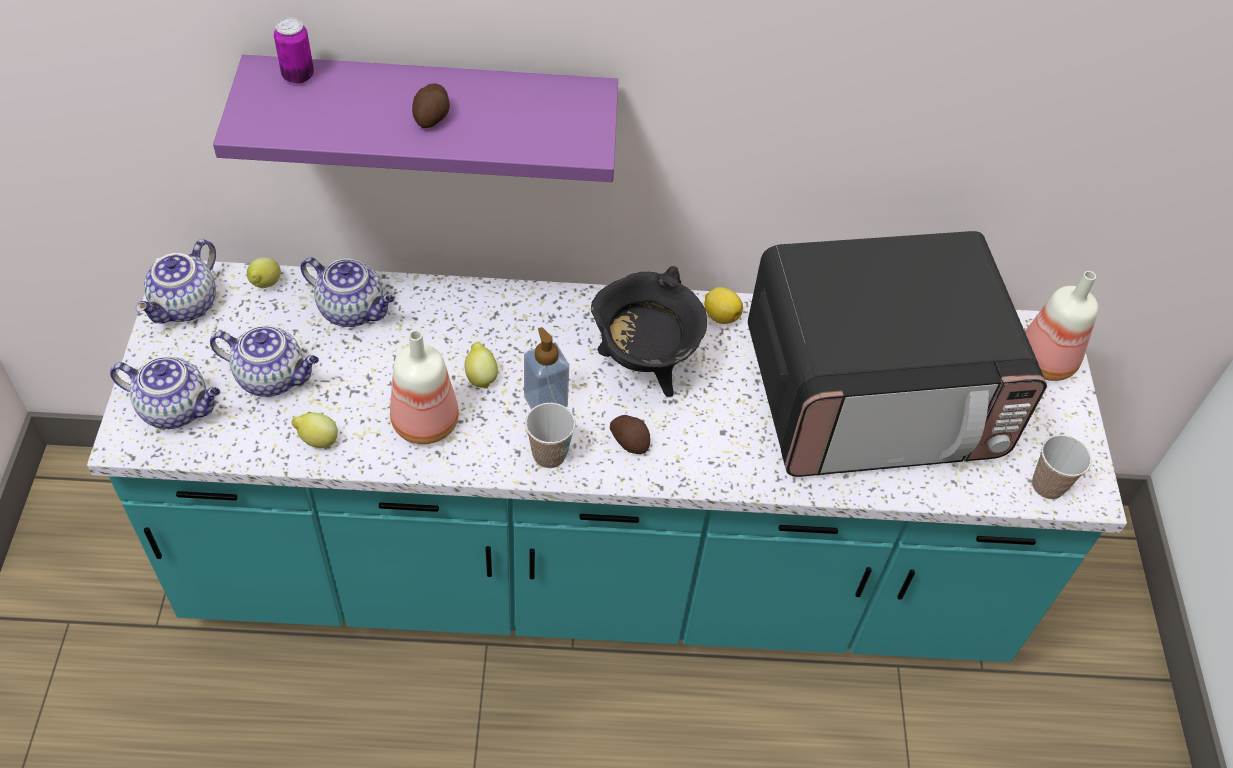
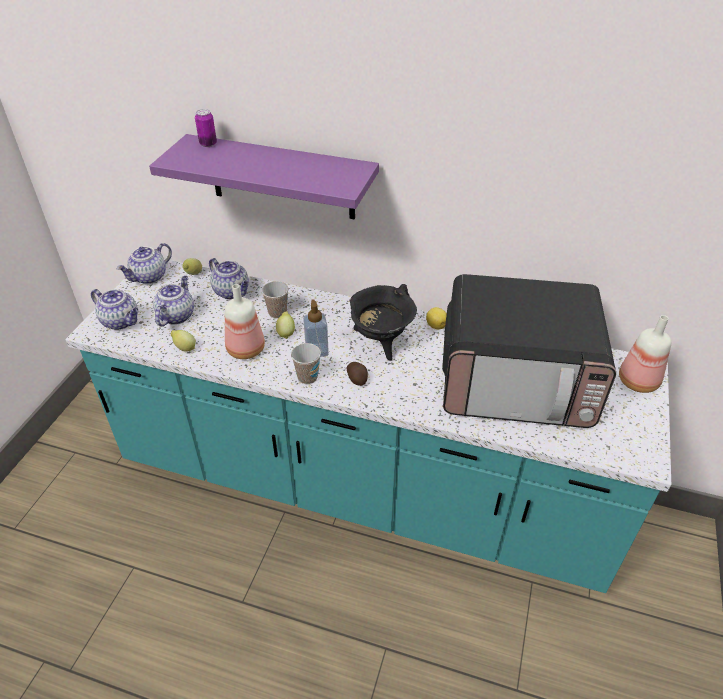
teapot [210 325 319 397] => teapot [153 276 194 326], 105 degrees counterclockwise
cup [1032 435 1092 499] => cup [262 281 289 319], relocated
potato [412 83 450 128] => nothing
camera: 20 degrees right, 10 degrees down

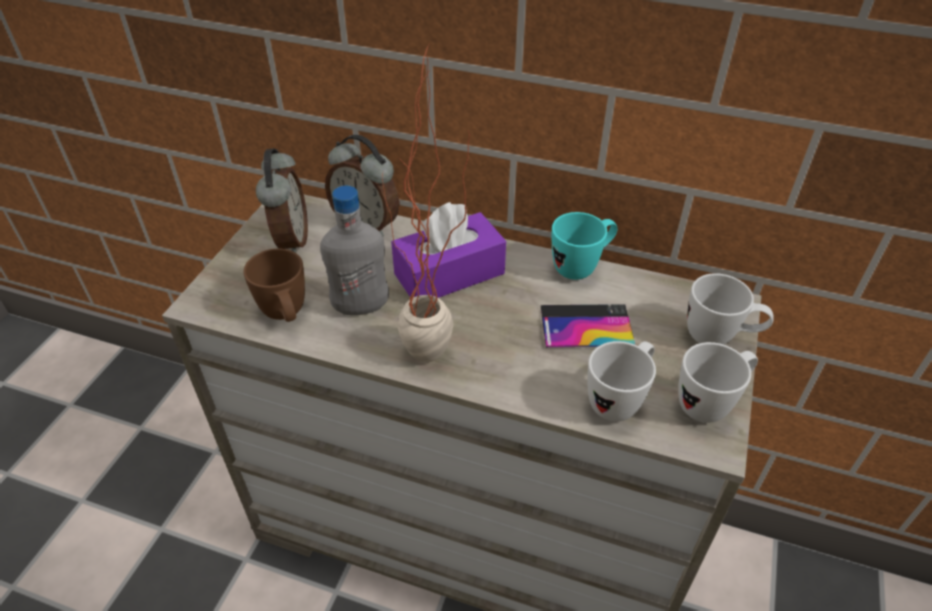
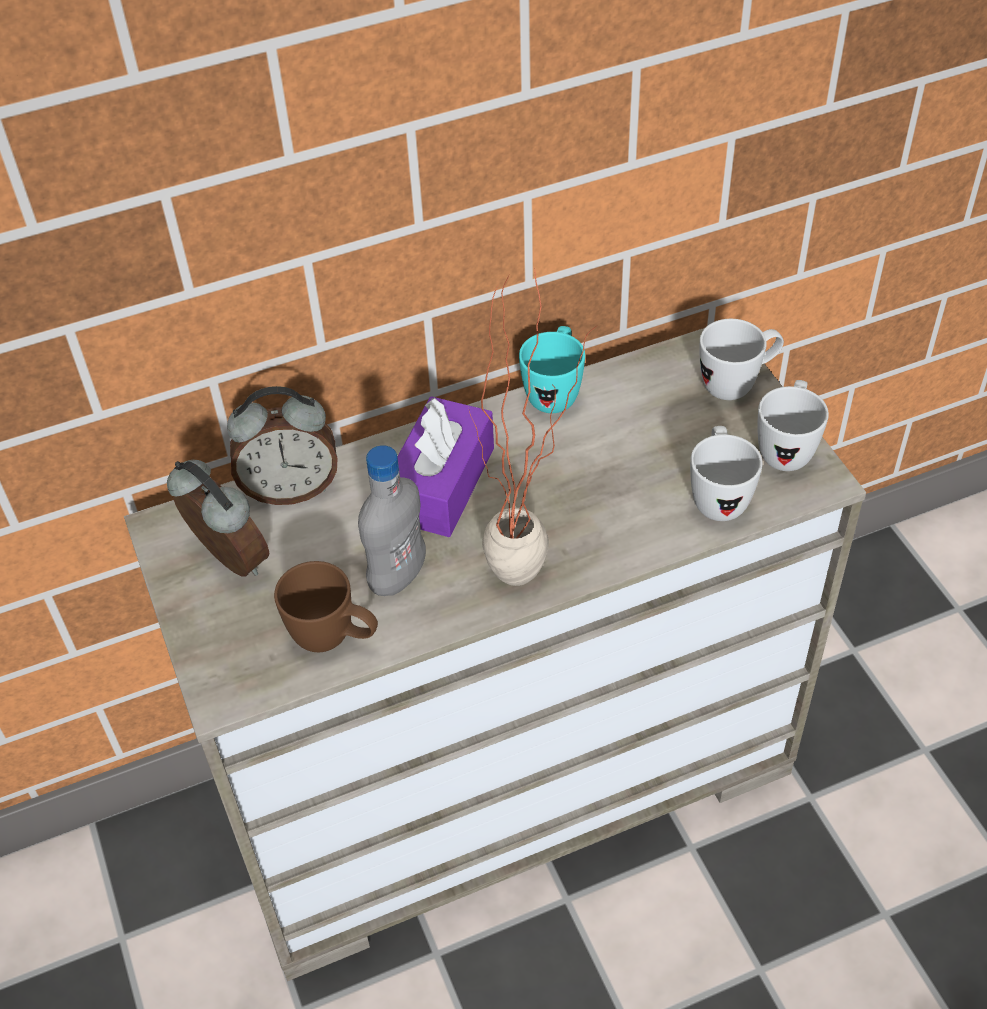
phone [541 304 635 347] => nothing
camera: 40 degrees left, 5 degrees up

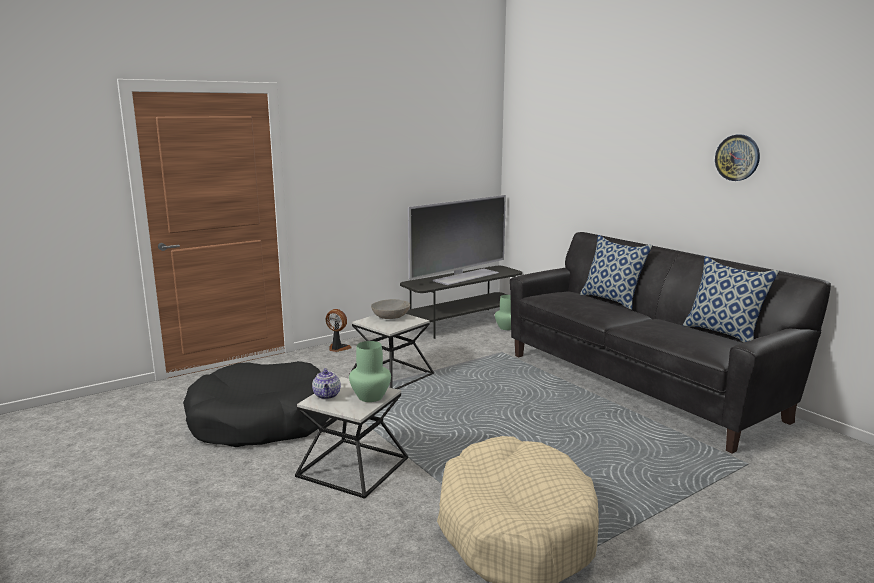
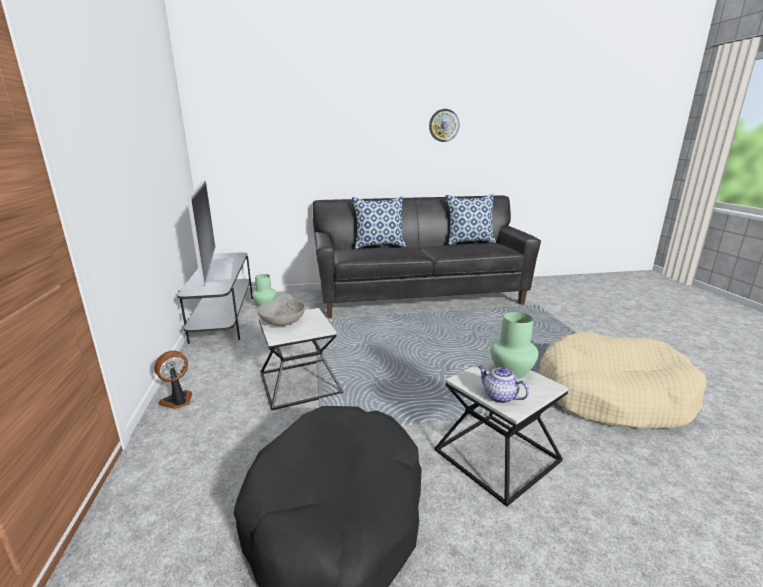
teapot [312 368 341 399] => teapot [478 365 529 403], 150 degrees counterclockwise
camera: 65 degrees left, 5 degrees up

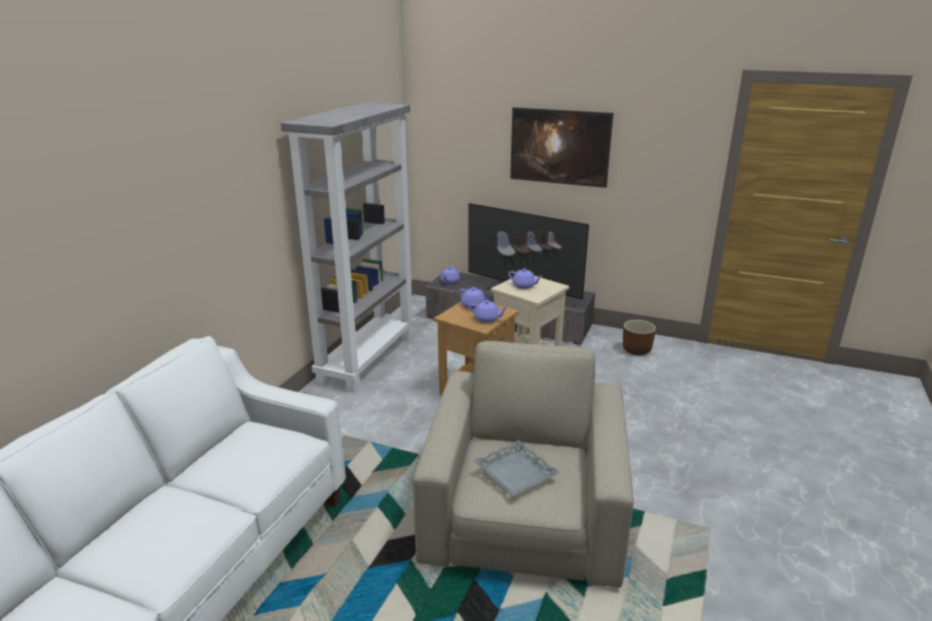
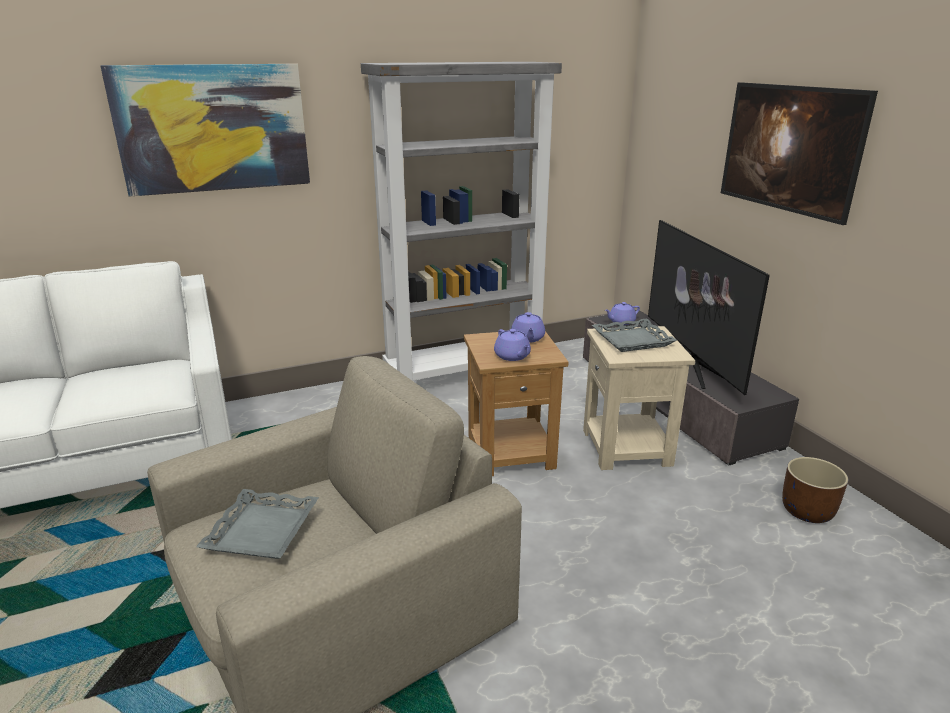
nothing => picture [100 64 310 197]
purple_teapot [508 269 543 289] => grey_tray [592 318 677 352]
camera: 45 degrees right, 0 degrees up

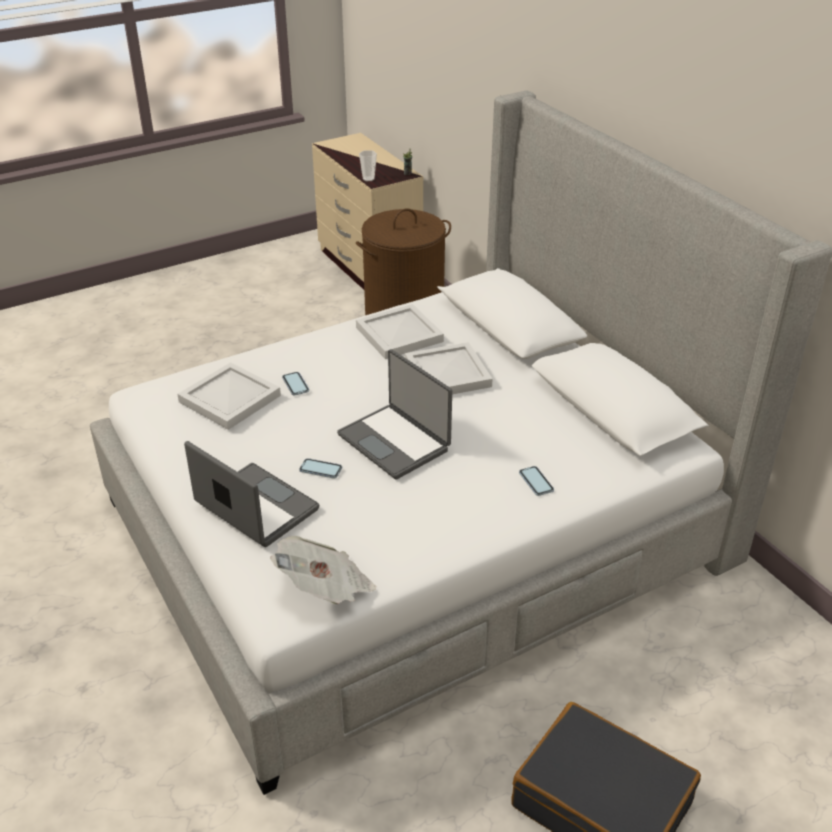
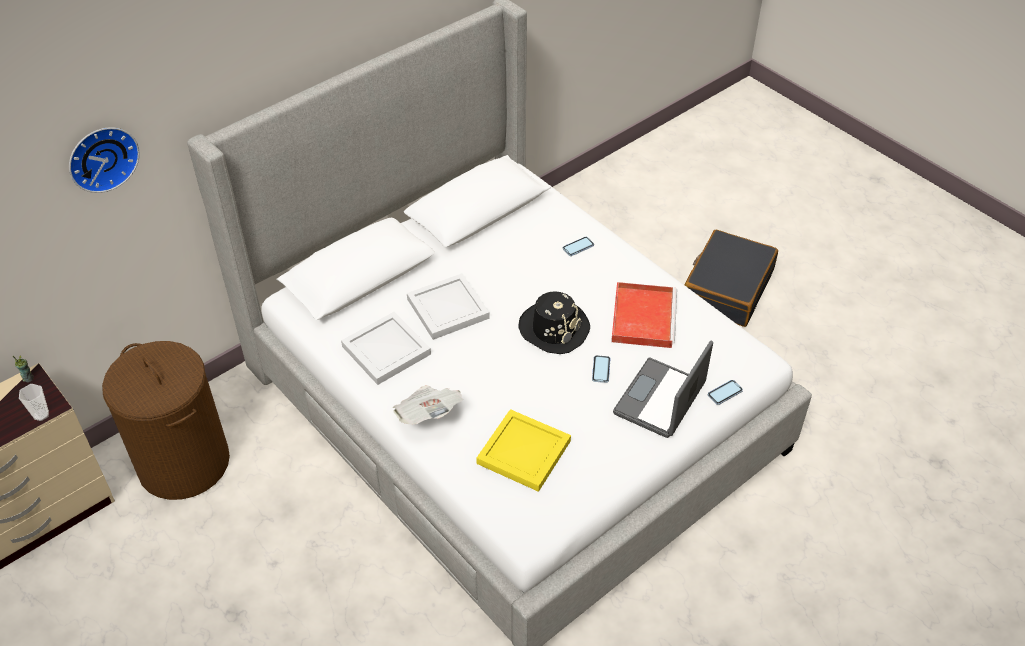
nothing => wall_clock [69 127 140 193]
newspaper [270 536 376 604] => newspaper [392 385 463 424], relocated
white_tray [177 362 281 430] => yellow_tray [476 409 571 492]
laptop [337 349 452 479] => black_hat [518 291 590 354]
nothing => red_tray [611 282 677 348]
phone [282 372 309 396] => phone [708 380 743 405], relocated
camera: 100 degrees left, 10 degrees up

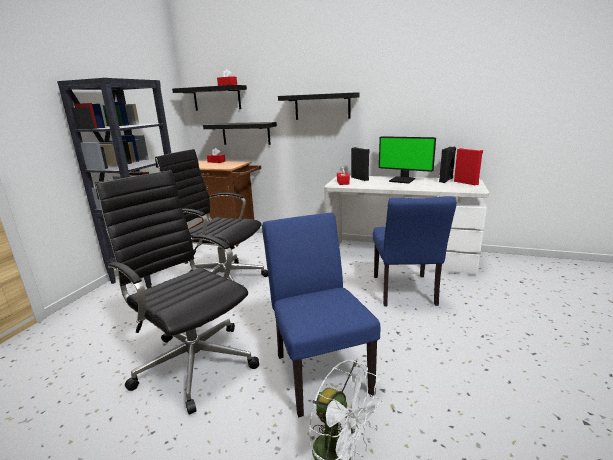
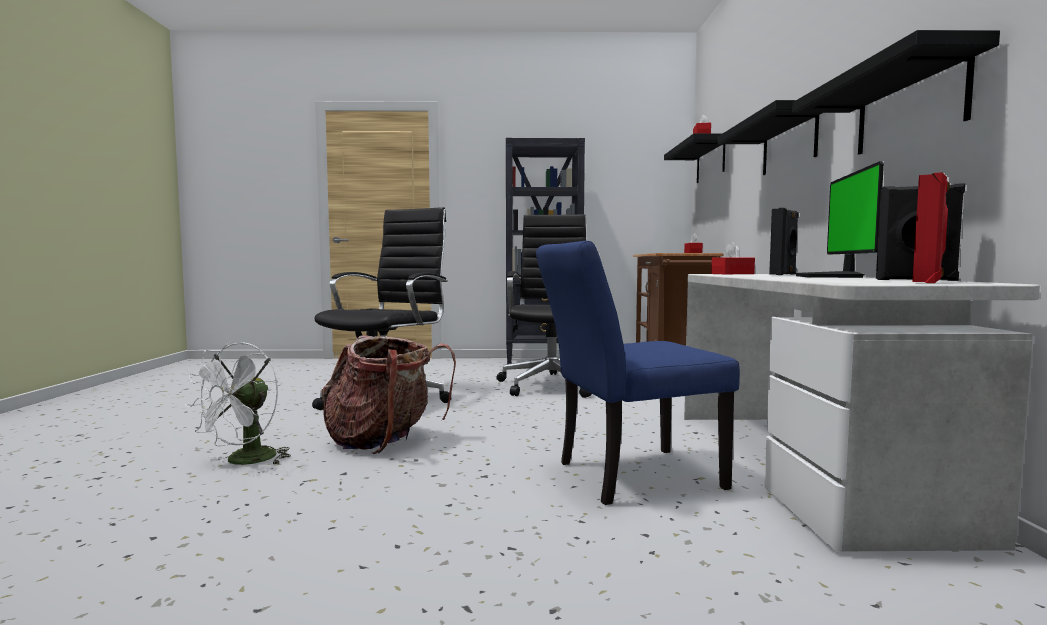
blue_chair [262 213 380 418] => backpack [322 335 456 454]
black_shelf [203 122 277 145] => black_shelf [792 30 1000 155], relocated
camera: 70 degrees right, 15 degrees down

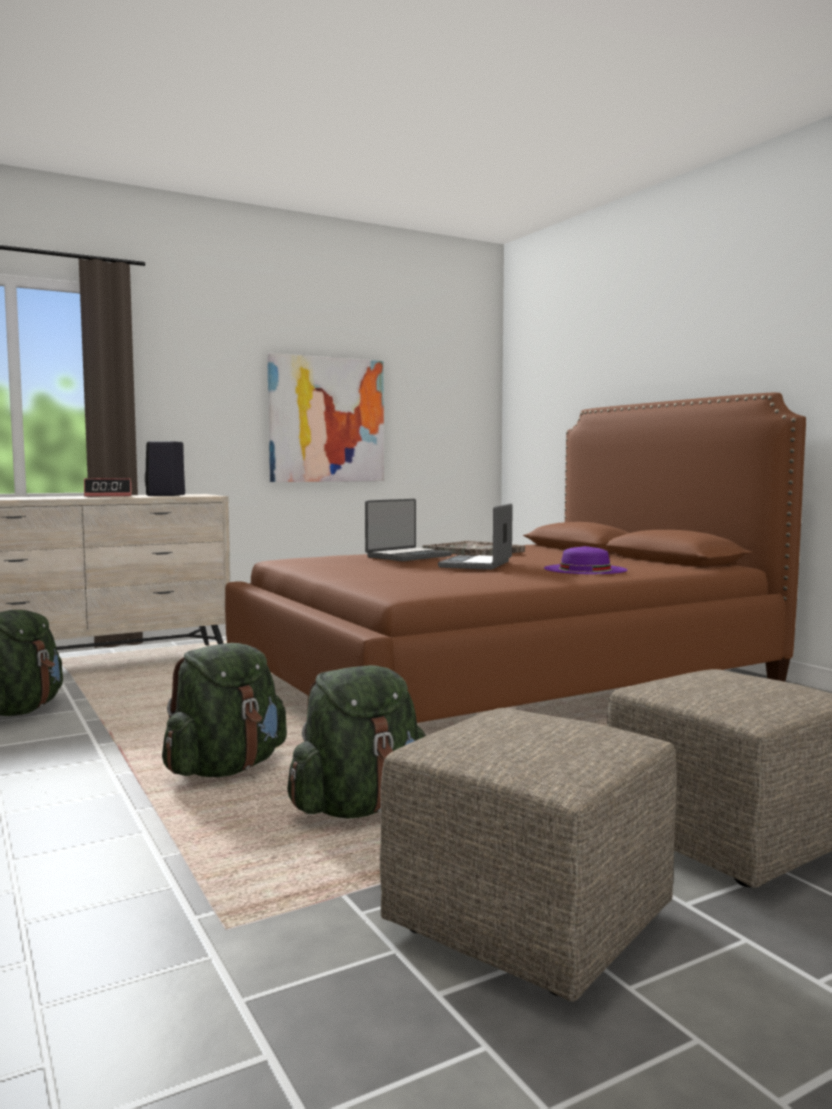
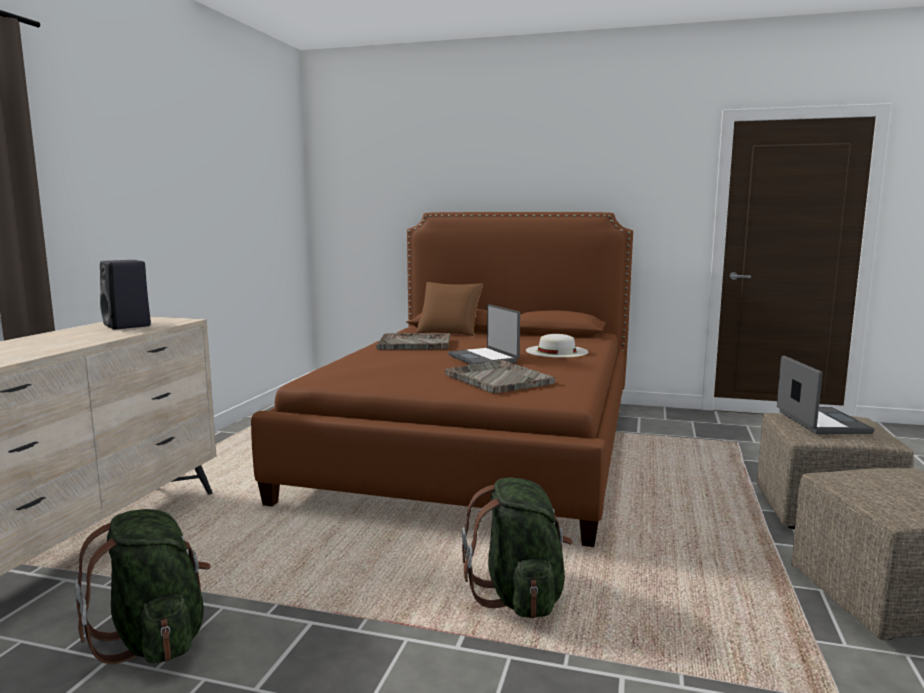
nothing => brown_pillow [416 282 483 336]
nothing => grey_tray [445 360 555 394]
purple_hat [544 546 627 574] => white_hat [526 334 588 358]
laptop [365 499 452 561] => laptop [777 356 874 434], relocated
alarm_clock [84 478 132 497] => nothing
picture [267 353 384 482] => nothing
green_backpack [287 665 426 818] => nothing
camera: 45 degrees left, 5 degrees up

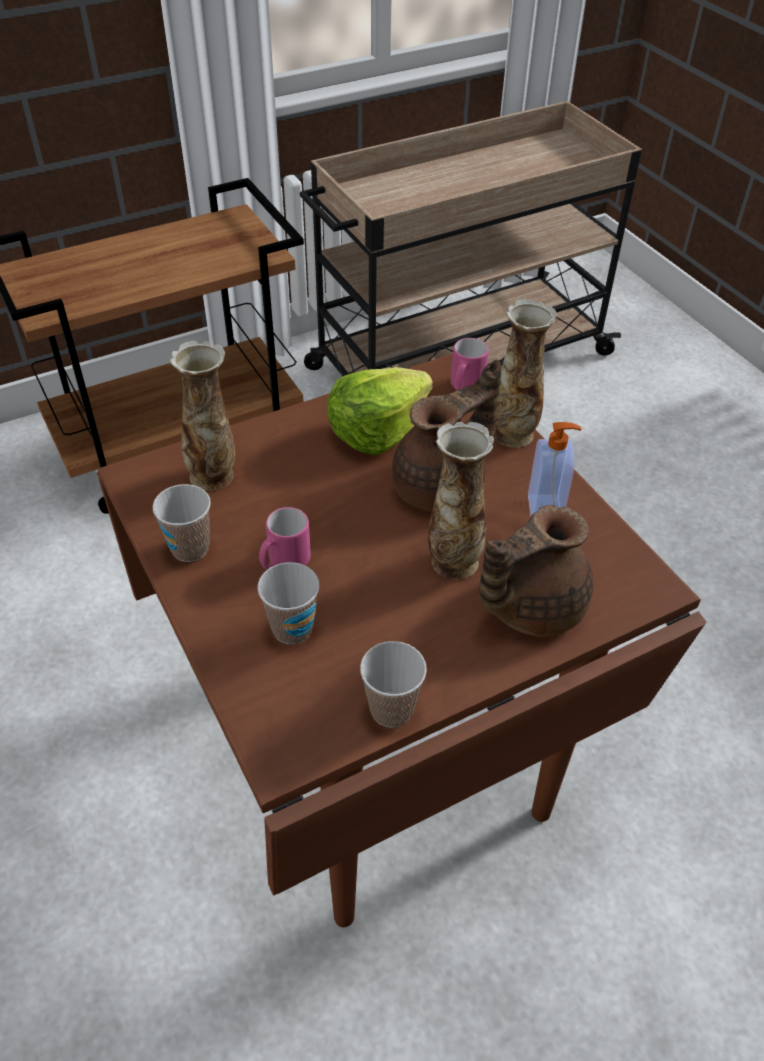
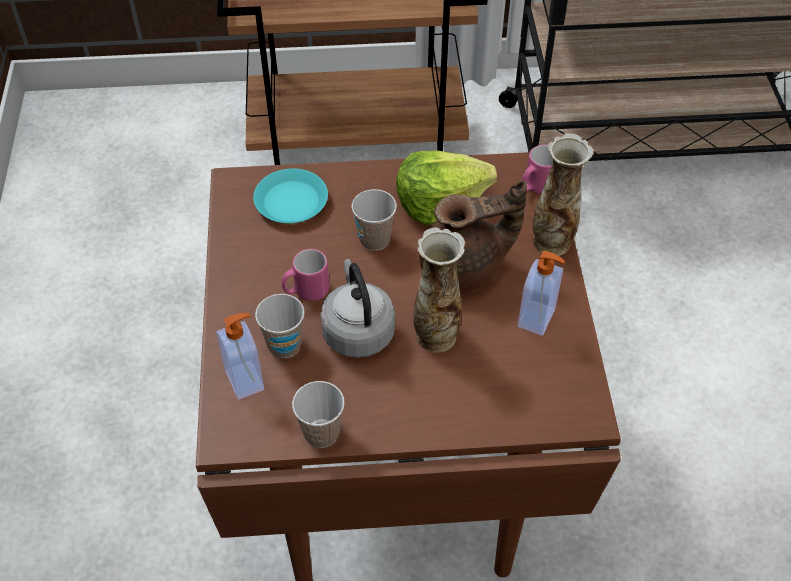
nothing => soap_dispenser [216 313 264 400]
vase [170 340 235 491] => turquoise_plate [253 168 328 223]
nothing => grey_kettle [320 259 395 358]
cup [152 484 211 562] => cup [351 189 397 251], relocated
brown_teapot [479 505 593 637] => nothing
camera: 25 degrees right, 5 degrees up

